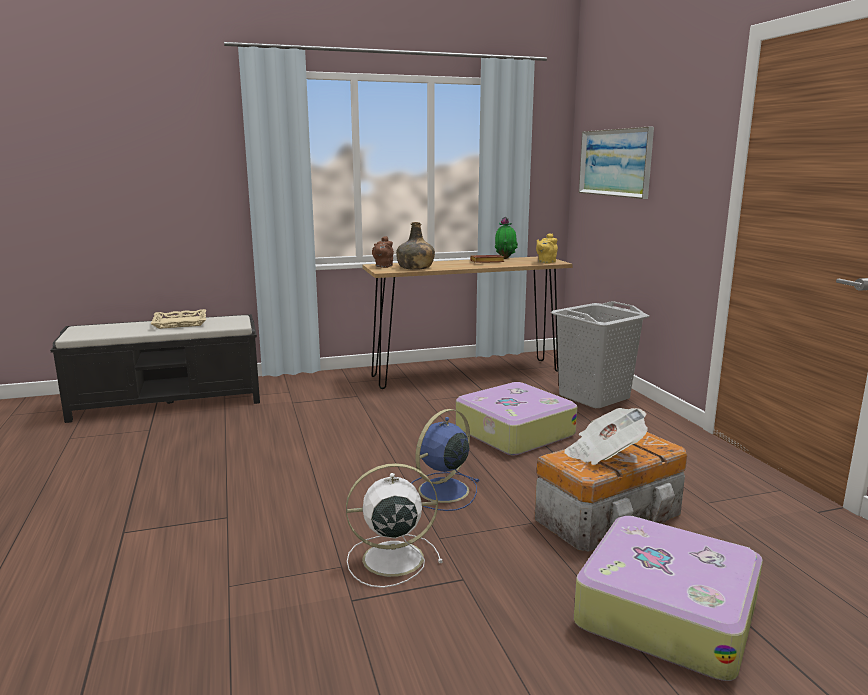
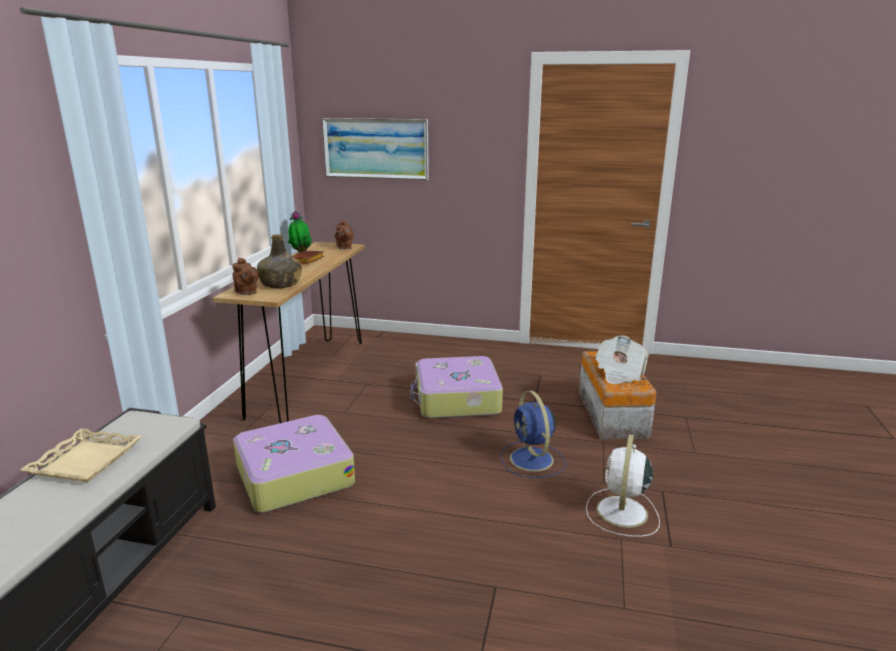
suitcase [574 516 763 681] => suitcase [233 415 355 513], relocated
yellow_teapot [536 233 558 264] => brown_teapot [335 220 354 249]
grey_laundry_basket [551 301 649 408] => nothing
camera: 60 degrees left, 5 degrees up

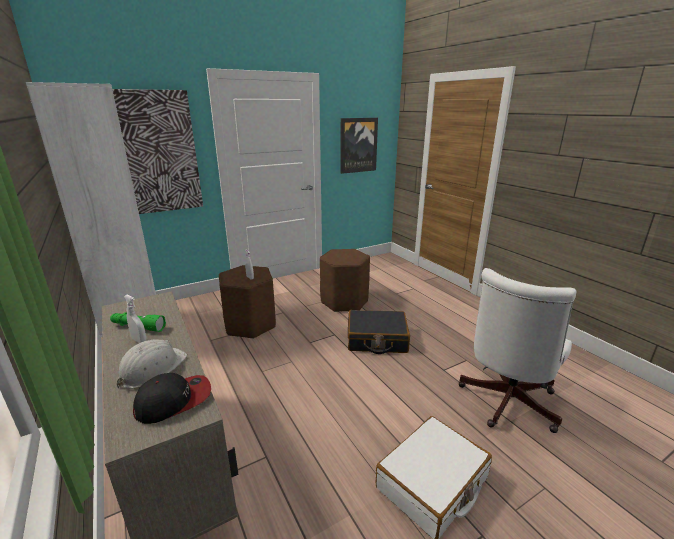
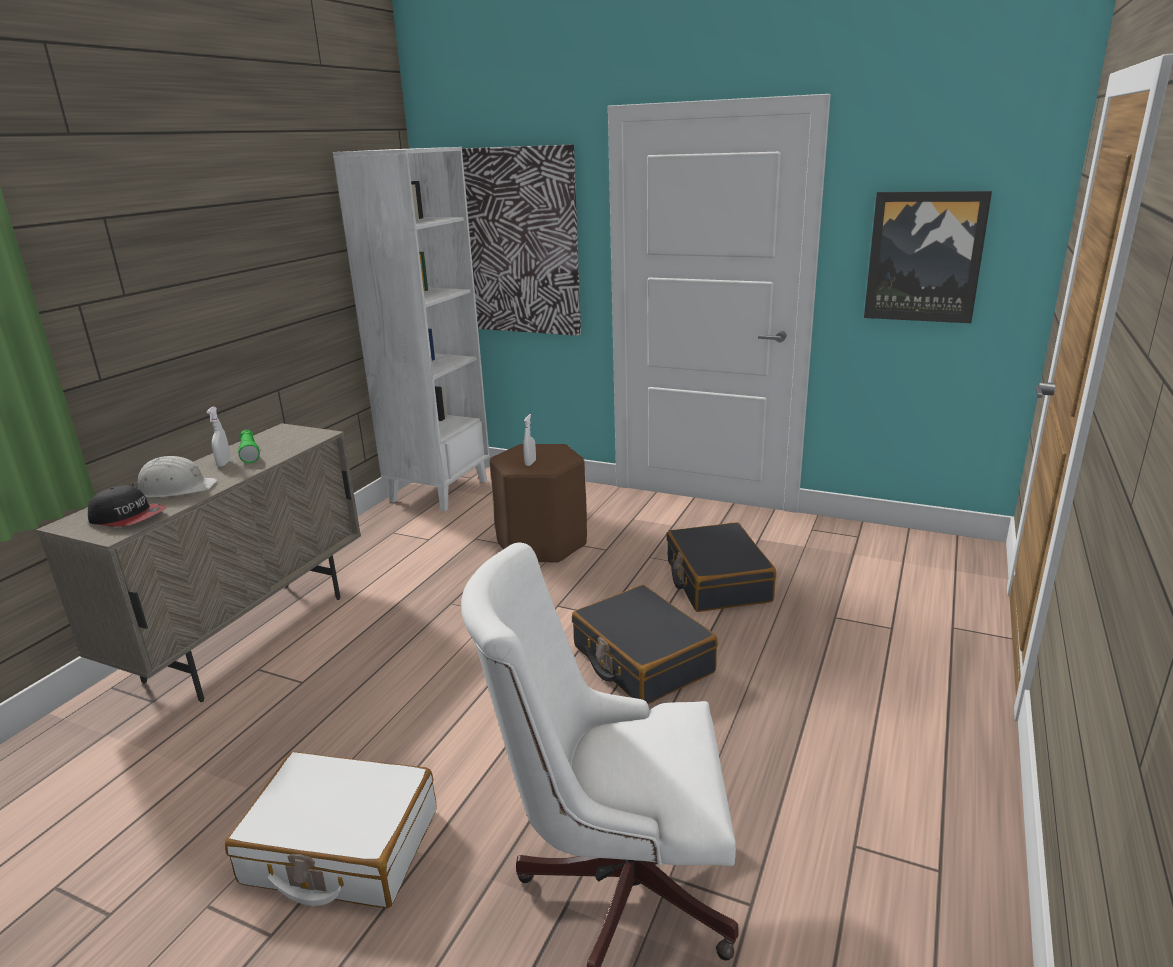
brown_stool [320 249 370 312] => black_suitcase [667 522 776 612]
camera: 55 degrees right, 0 degrees up

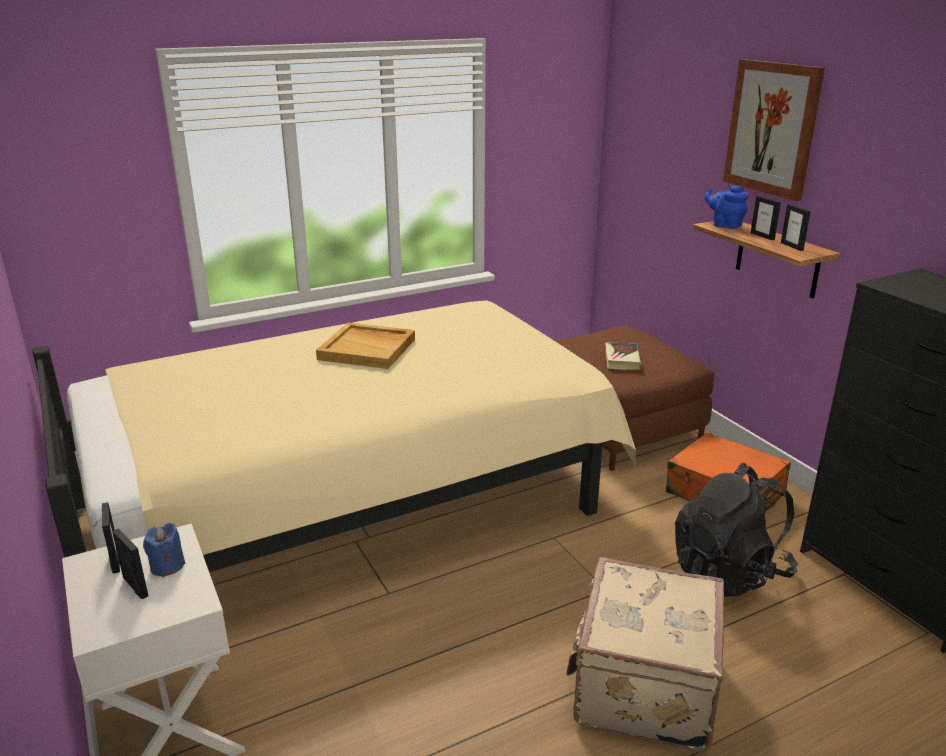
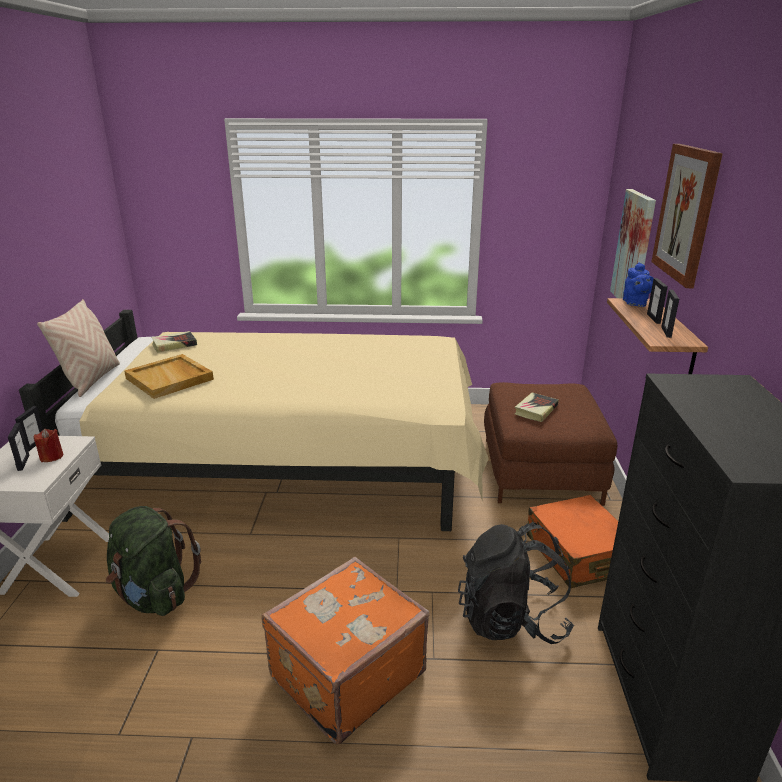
blue_candle [143 523 185 577] => red_candle [34 429 63 462]
nothing => beige_pillow [37 299 120 397]
nothing => green_backpack [106 506 201 616]
beige_tray [316 322 415 369] => beige_tray [124 354 214 399], relocated
nothing => book [152 331 197 353]
beige_suitcase [566 557 724 752] => orange_suitcase [261 556 430 745]
nothing => picture [610 189 656 298]
blue_teapot [704 185 748 229] => blue_teapot [623 262 654 307], 150 degrees counterclockwise
camera: 30 degrees right, 0 degrees up

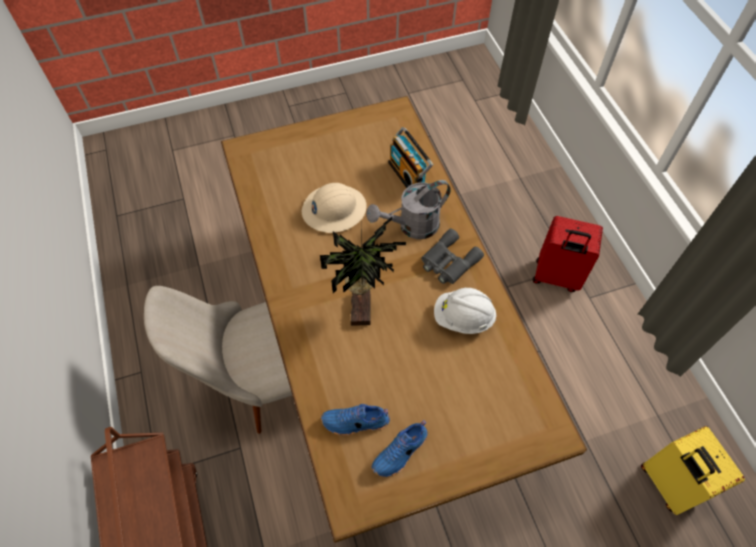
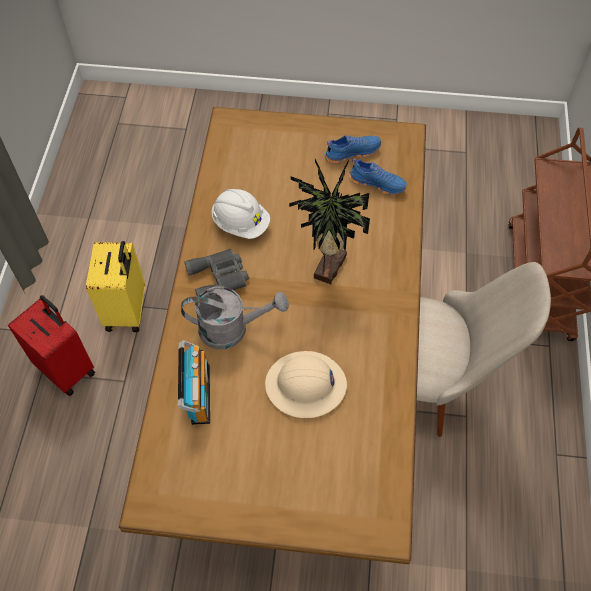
yellow_suitcase [641 426 745 515] => yellow_suitcase [86 241 145 332], relocated
camera: 155 degrees left, 0 degrees up

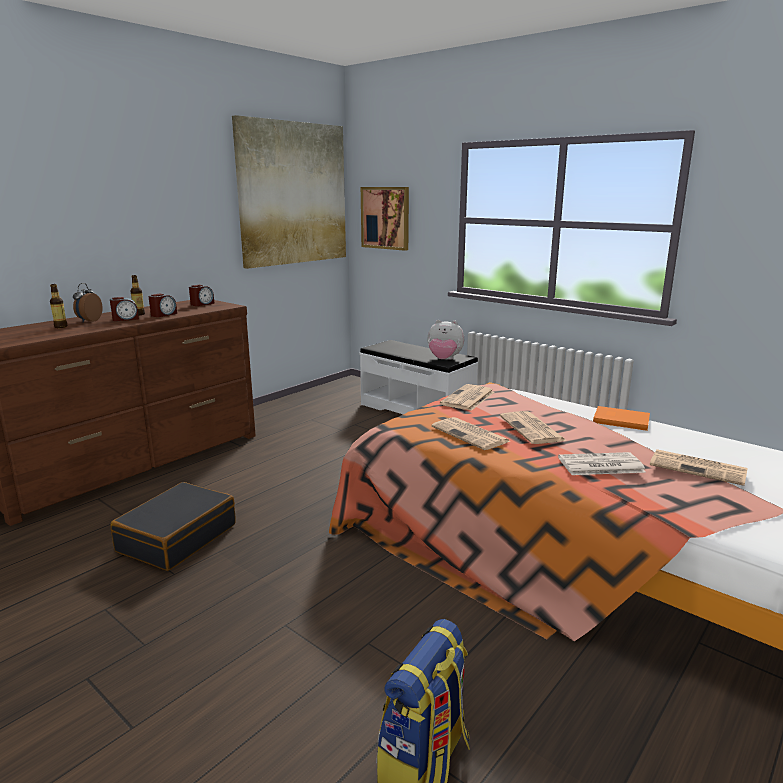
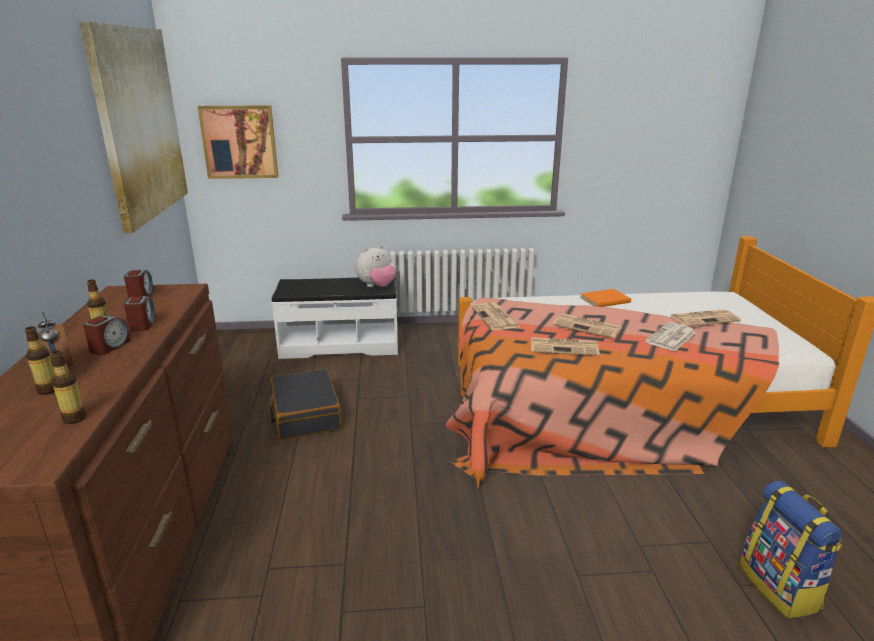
nothing => bottle [50 350 86 424]
black_suitcase [110 482 236 571] => black_suitcase [269 369 342 440], relocated
camera: 45 degrees left, 5 degrees up

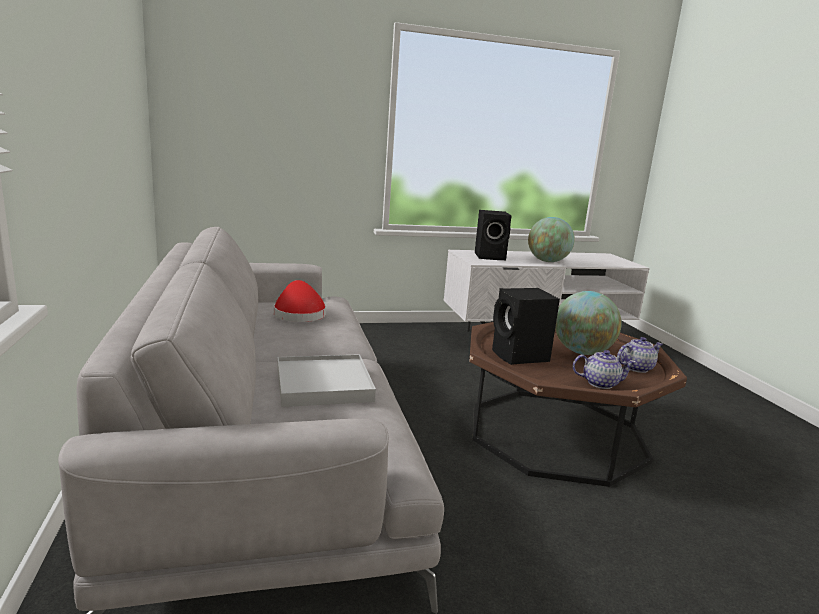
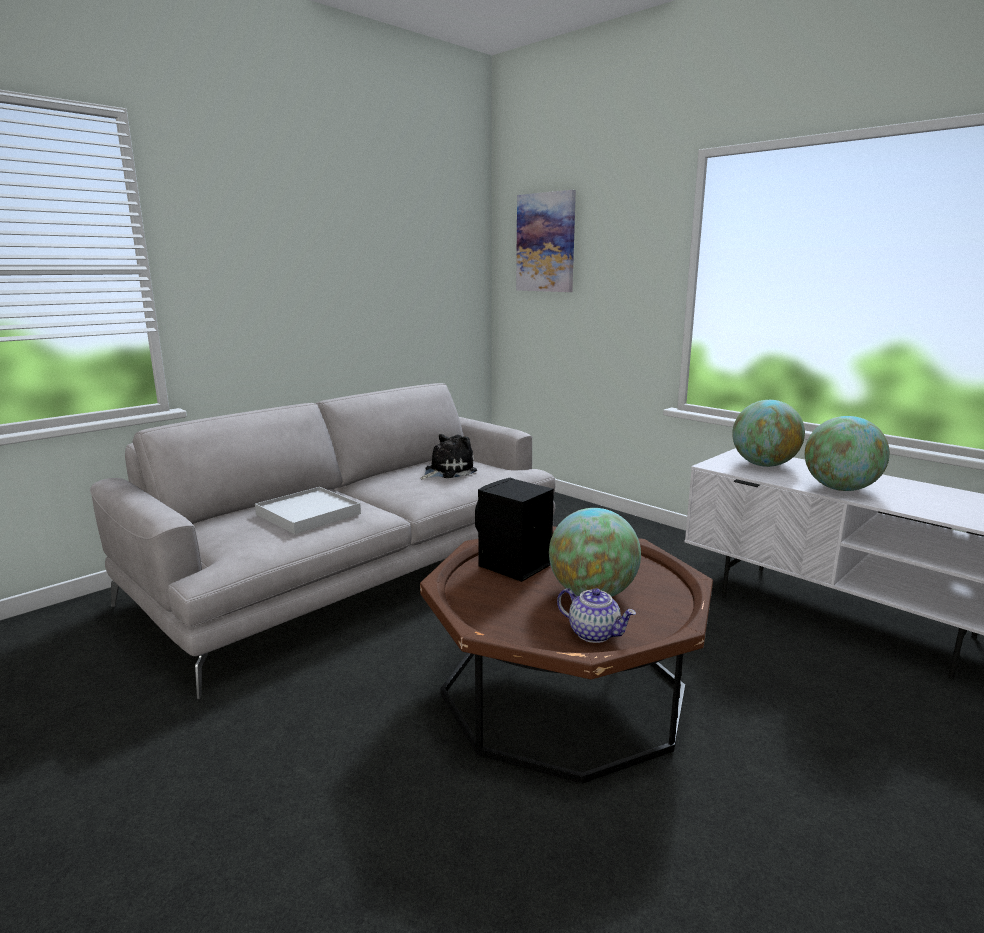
red_hat [274 280 326 322] => plush_toy [420 434 477 480]
nothing => picture [516 190 576 292]
black_speaker [475 210 512 260] => globe [732 400 805 467]
teapot [572 350 636 389] => nothing
camera: 60 degrees right, 0 degrees up

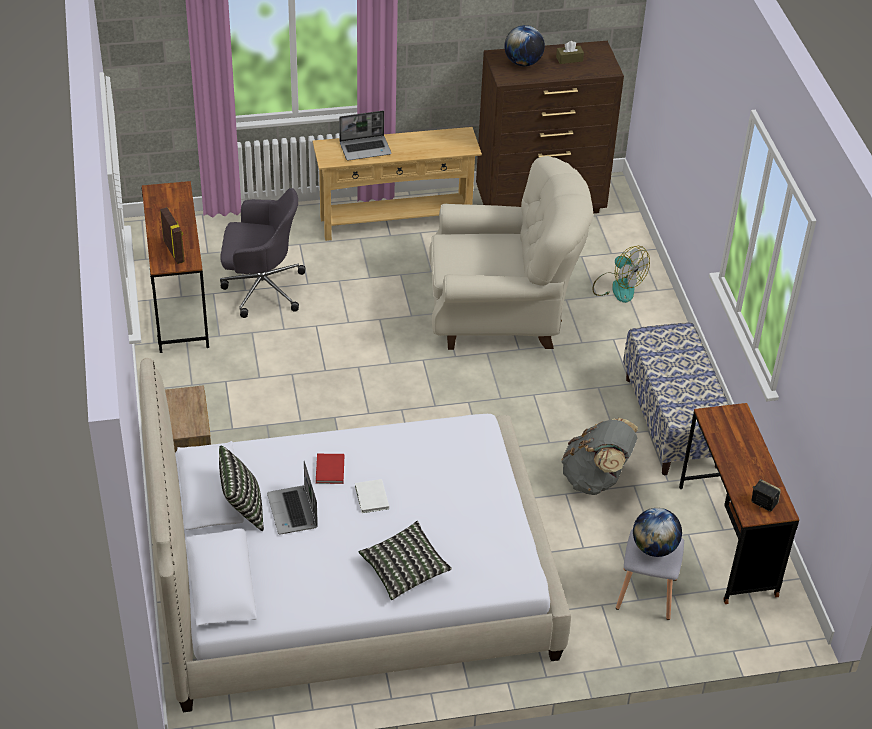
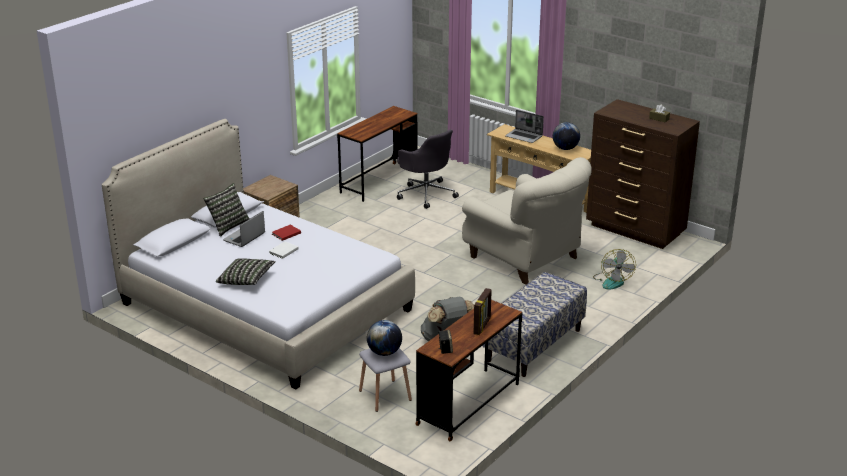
picture_frame [160 207 184 264] => picture_frame [473 288 492 335], relocated
globe [504 25 545 66] => globe [553 122 580 150], relocated
camera: 50 degrees right, 15 degrees down

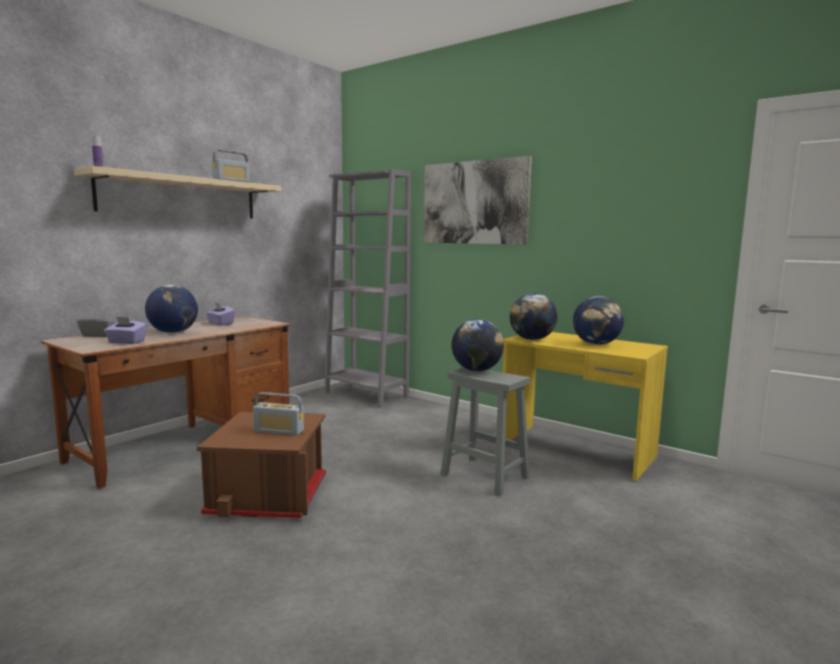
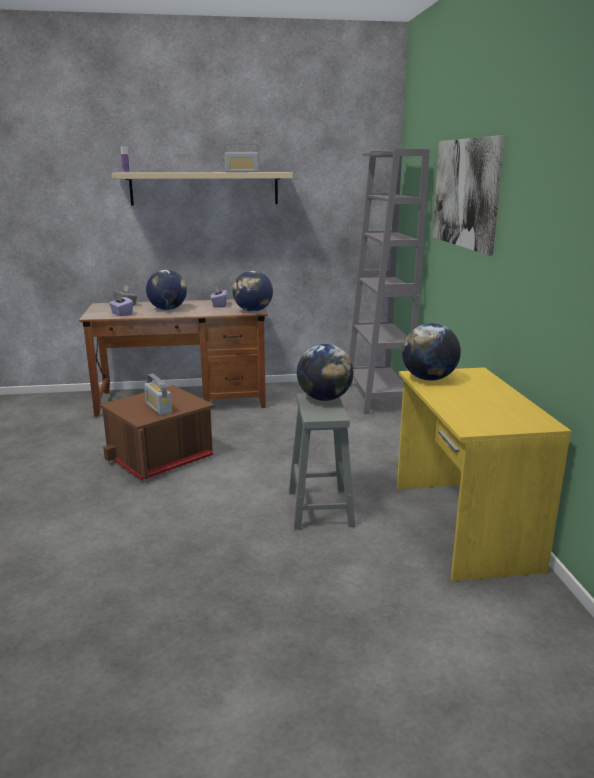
globe [573 296 624 345] => globe [232 271 273 312], relocated
camera: 45 degrees right, 10 degrees up

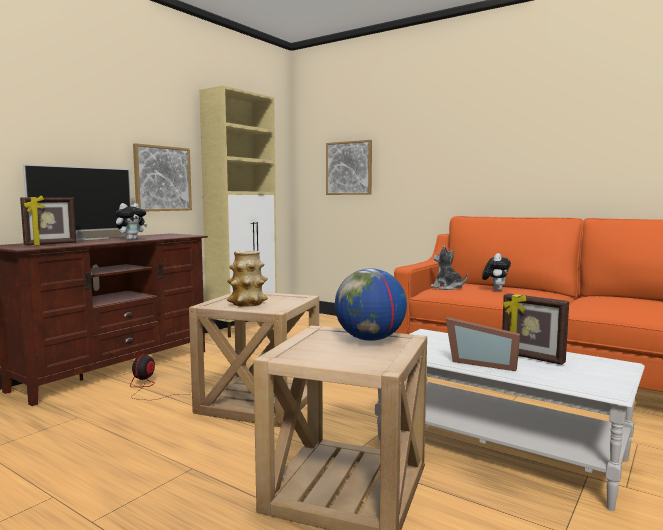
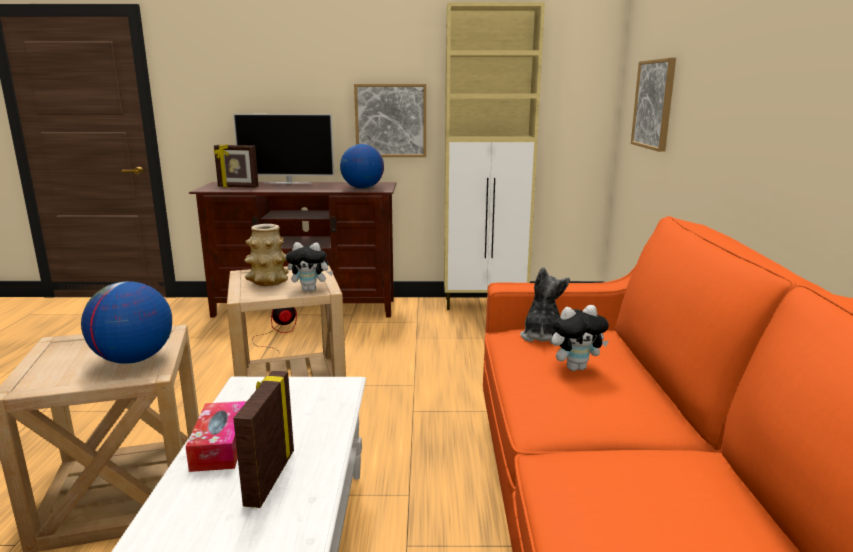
picture_frame [446 317 520 371] => tissue_box [185 401 246 472]
plush_toy [115 203 147 240] => plush_toy [286 242 333 291], relocated
nothing => globe [340 144 384 189]
camera: 55 degrees right, 10 degrees up

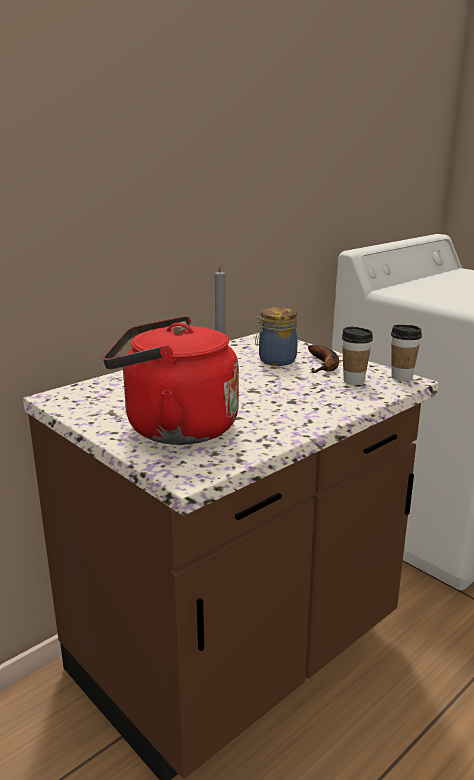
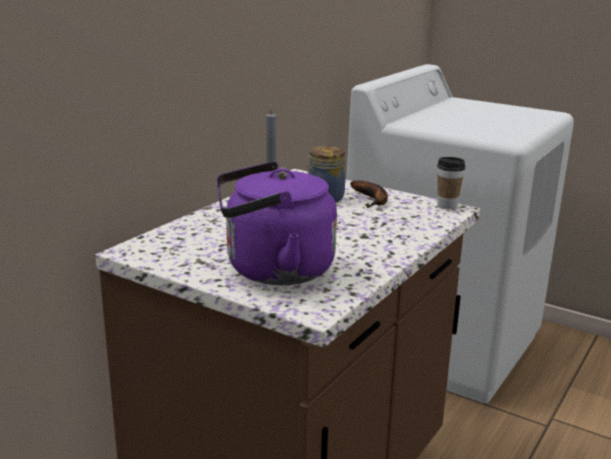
red_kettle [103 316 239 445] => purple_kettle [216 161 337 285]
cup [342 326 373 385] => nothing
camera: 15 degrees left, 0 degrees up

